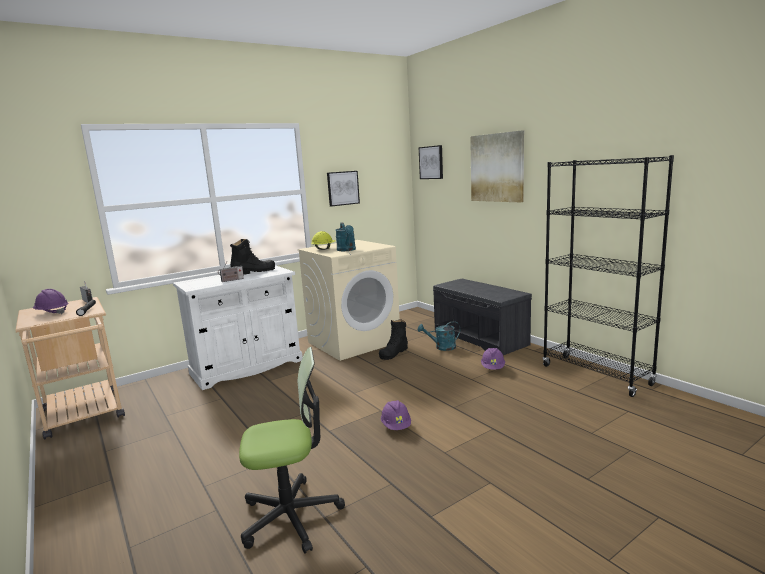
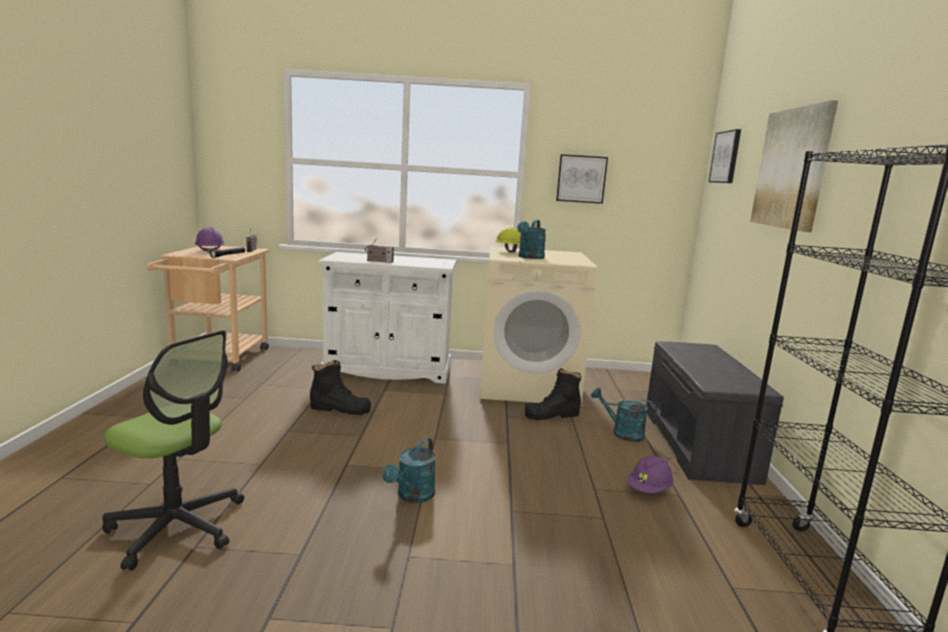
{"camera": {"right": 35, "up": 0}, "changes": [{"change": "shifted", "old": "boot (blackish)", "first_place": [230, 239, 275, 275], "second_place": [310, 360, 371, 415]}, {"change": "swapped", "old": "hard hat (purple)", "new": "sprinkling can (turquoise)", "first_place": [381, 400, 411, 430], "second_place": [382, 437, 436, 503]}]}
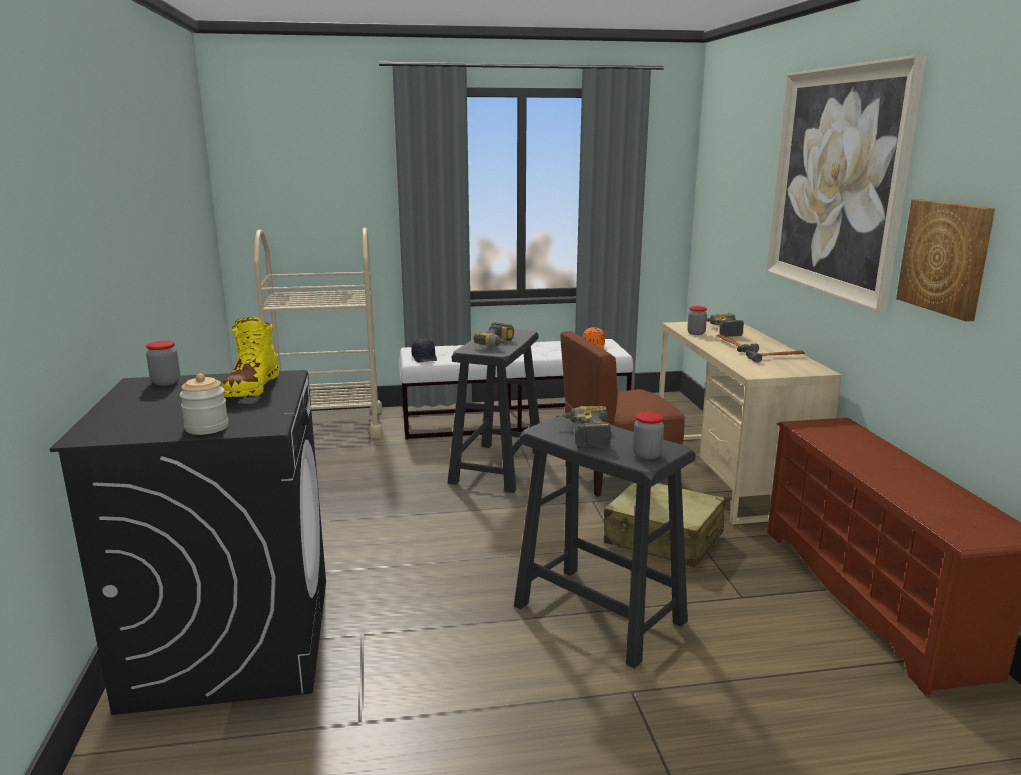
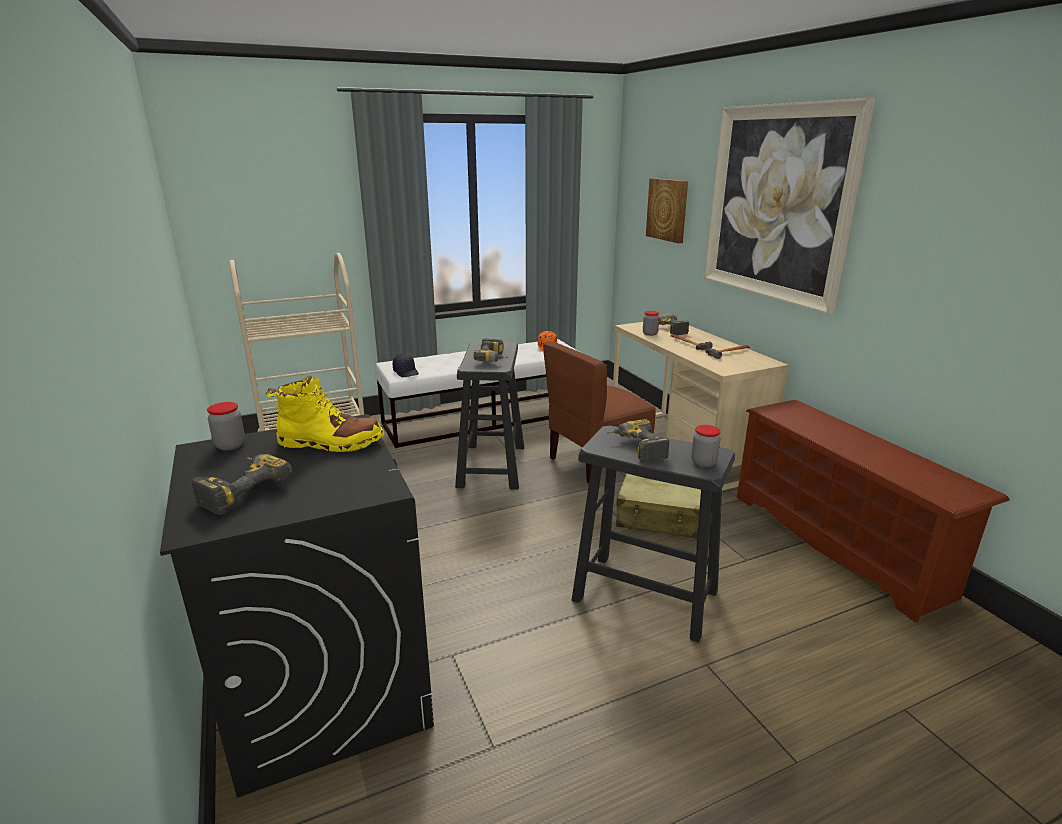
{"camera": {"right": -15, "up": 5}, "changes": [{"change": "new", "new": "drill", "second_place": [192, 454, 292, 515]}, {"change": "rotated", "old": "boot (yellowish)", "first_place": [222, 317, 279, 397], "second_place": [265, 374, 384, 452], "degrees": -75}, {"change": "shifted", "old": "wall picture", "first_place": [896, 199, 995, 321], "second_place": [646, 178, 688, 243]}, {"change": "gone", "old": "storage jar", "first_place": [179, 374, 228, 435]}]}
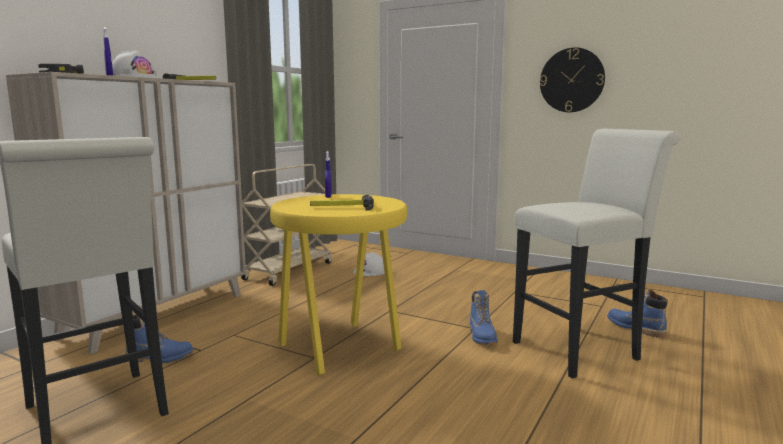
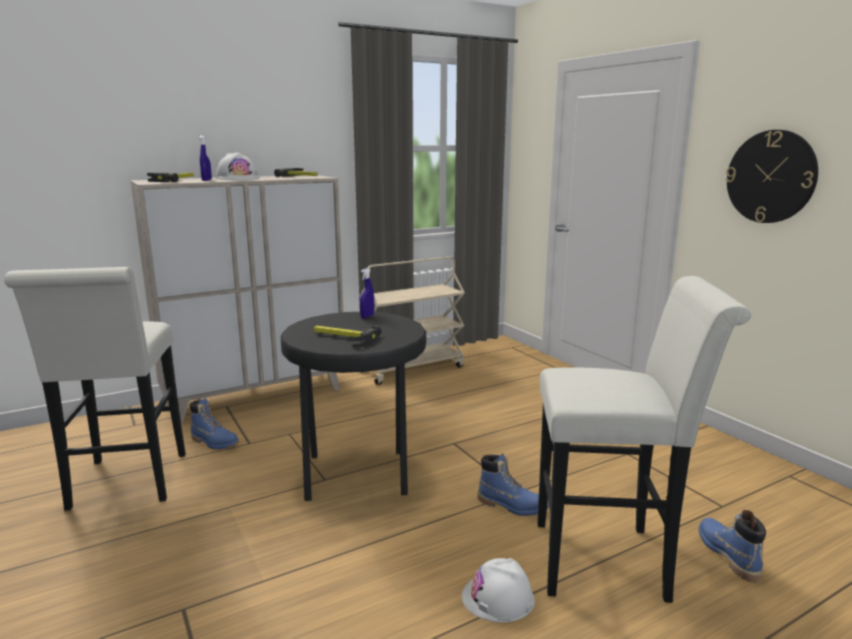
{"camera": {"right": 30, "up": 5}, "changes": [{"change": "repainted", "old": "sitting stool (yellowish)", "new": "sitting stool (blackish)", "first_place": [270, 194, 407, 376], "second_place": [281, 312, 426, 501]}, {"change": "shifted", "old": "hard hat (whitish)", "first_place": [353, 252, 385, 276], "second_place": [462, 558, 535, 622]}, {"change": "rotated", "old": "boot (blue-coloured)", "first_place": [469, 290, 498, 345], "second_place": [477, 453, 549, 516], "degrees": -90}]}
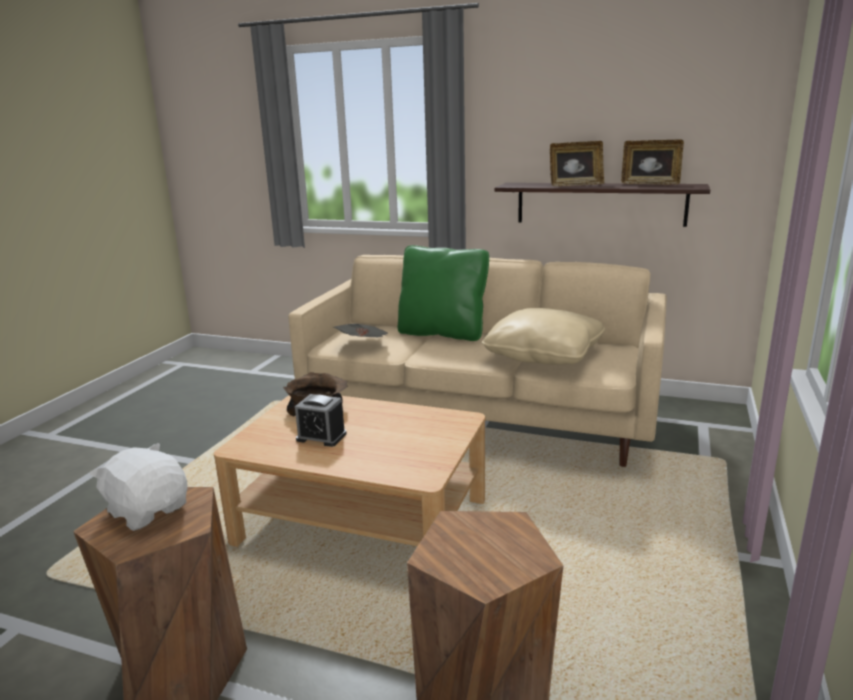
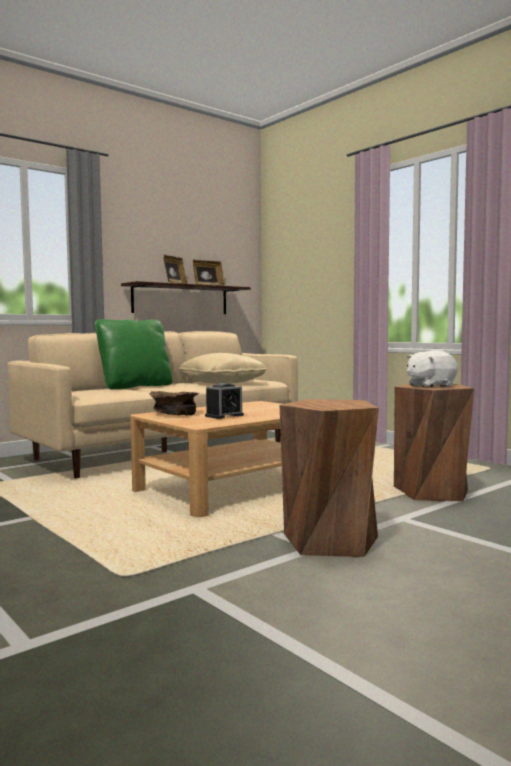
{"camera": {"right": -60, "up": -15}, "changes": [{"change": "shifted", "old": "soft toy (whitish)", "first_place": [90, 443, 188, 531], "second_place": [407, 350, 458, 388]}, {"change": "gone", "old": "newspaper", "first_place": [333, 324, 388, 337]}]}
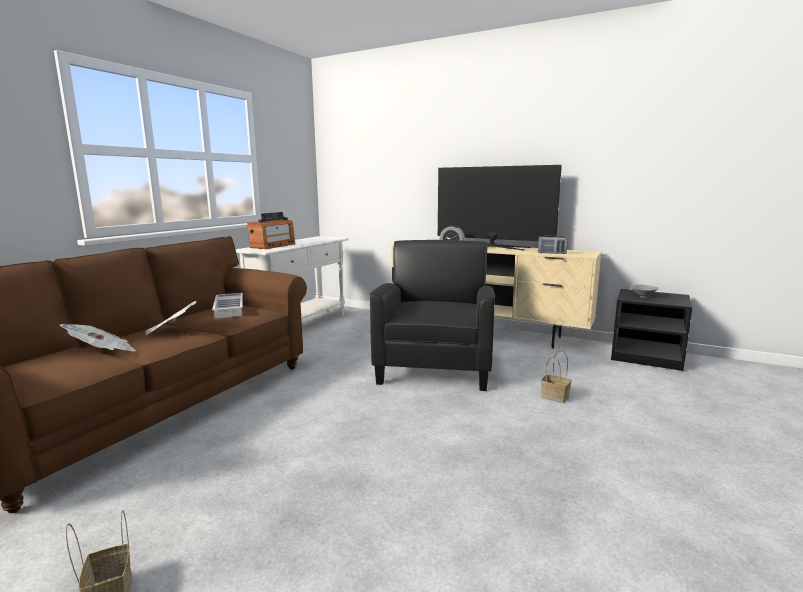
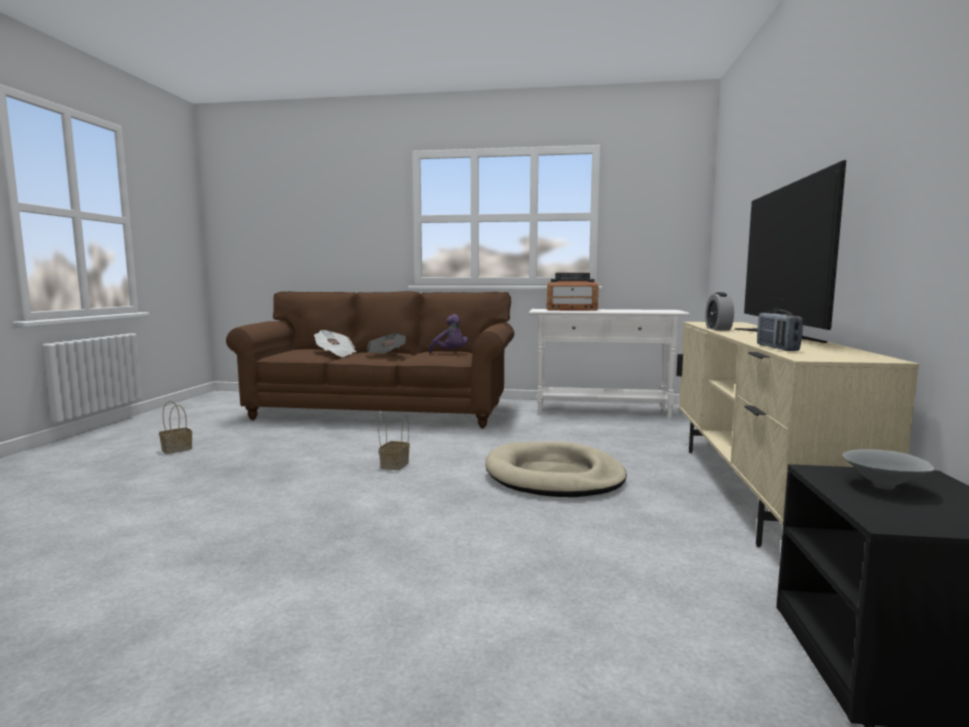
{"camera": {"right": 70, "up": -5}, "changes": [{"change": "shifted", "old": "storage basket", "first_place": [541, 350, 571, 403], "second_place": [378, 414, 410, 470]}, {"change": "swapped", "old": "carrying tray (whitish)", "new": "soft toy (purple)", "first_place": [212, 293, 243, 318], "second_place": [429, 314, 468, 353]}, {"change": "swapped", "old": "lounge chair (blackish)", "new": "pet bed (beige-coloured)", "first_place": [370, 240, 495, 391], "second_place": [485, 441, 627, 497]}]}
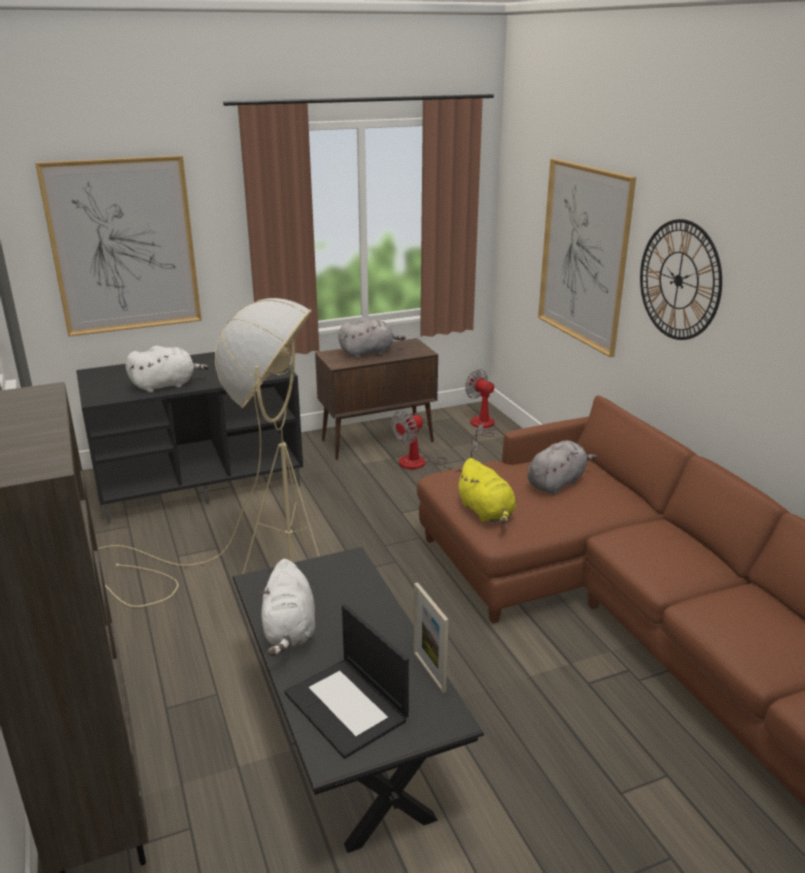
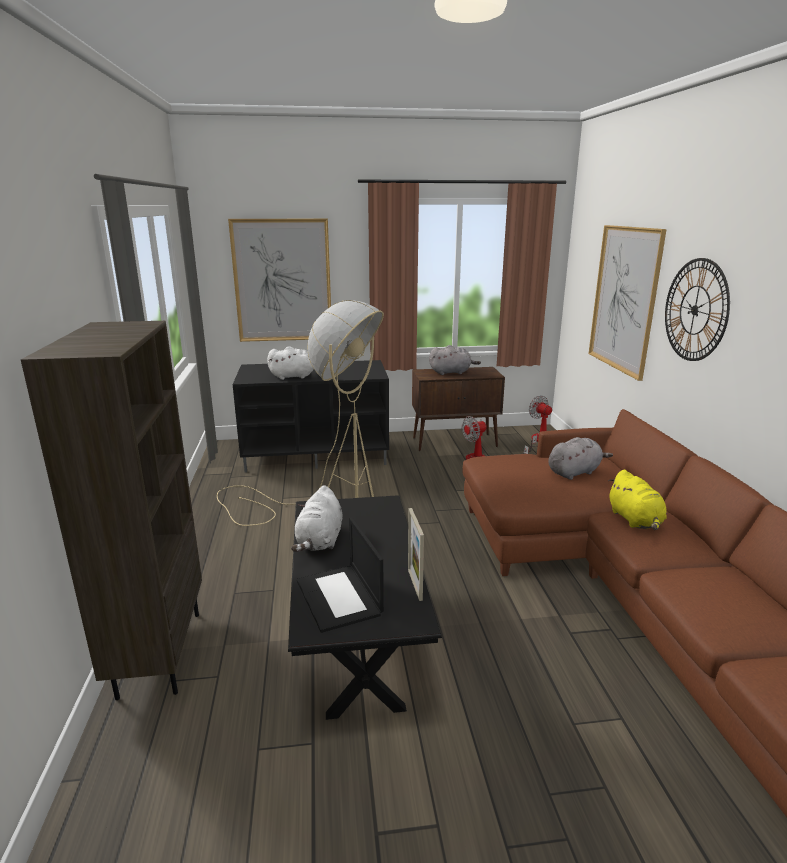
{"camera": {"right": 15, "up": -5}, "changes": [{"change": "shifted", "old": "soft toy (yellowish)", "first_place": [455, 458, 516, 524], "second_place": [608, 470, 667, 530]}]}
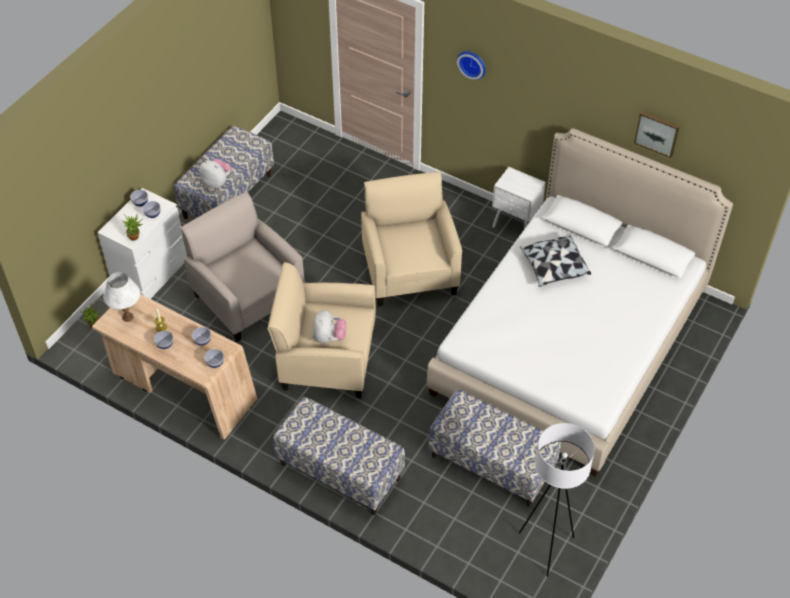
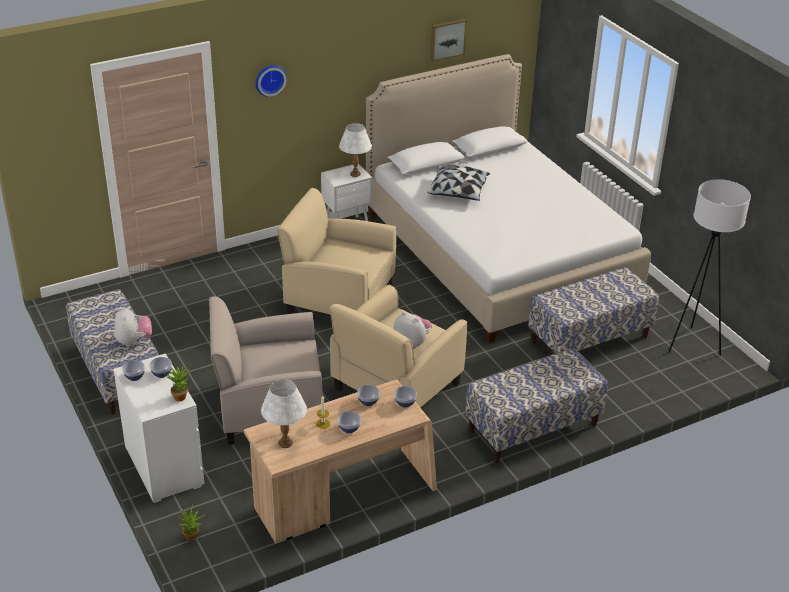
{"camera": {"right": -60, "up": -15}, "changes": [{"change": "rotated", "old": "soft toy", "first_place": [199, 159, 231, 188], "second_place": [114, 307, 152, 346], "degrees": 105}, {"change": "new", "new": "lamp for a table (whitish)", "second_place": [339, 123, 372, 177]}]}
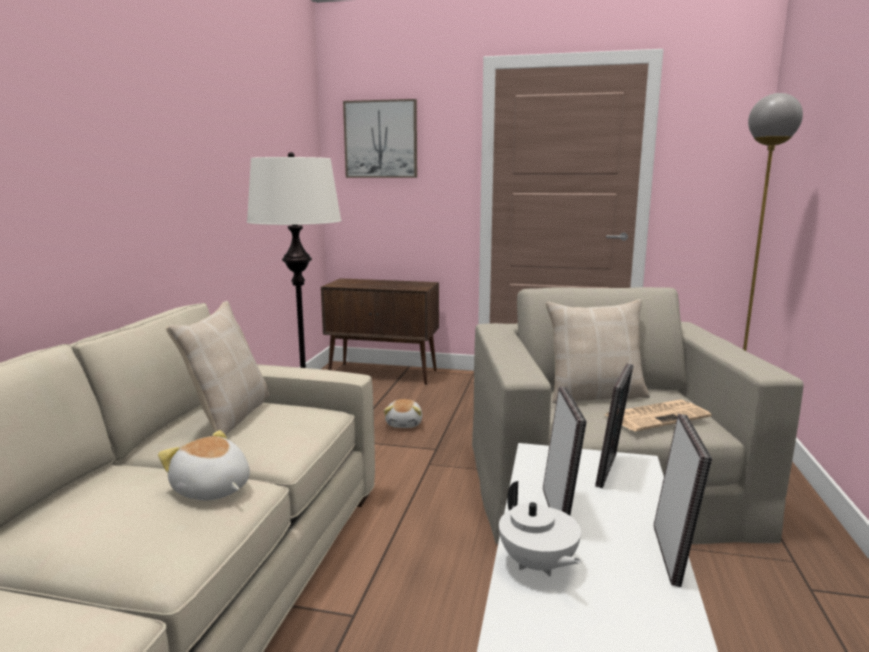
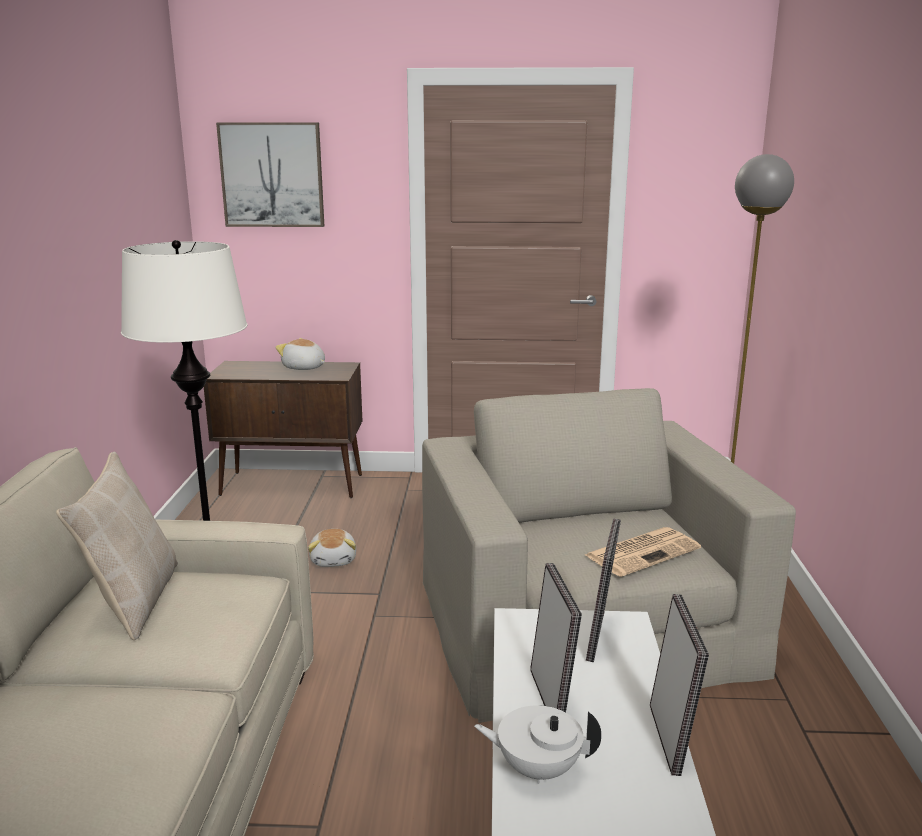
{"camera": {"right": -10, "up": 5}, "changes": [{"change": "shifted", "old": "soft toy", "first_place": [158, 430, 250, 500], "second_place": [275, 338, 325, 370]}, {"change": "rotated", "old": "teapot (whitish)", "first_place": [499, 481, 581, 577], "second_place": [474, 705, 601, 784], "degrees": 135}, {"change": "gone", "old": "cushion (beige-coloured)", "first_place": [546, 299, 650, 403]}]}
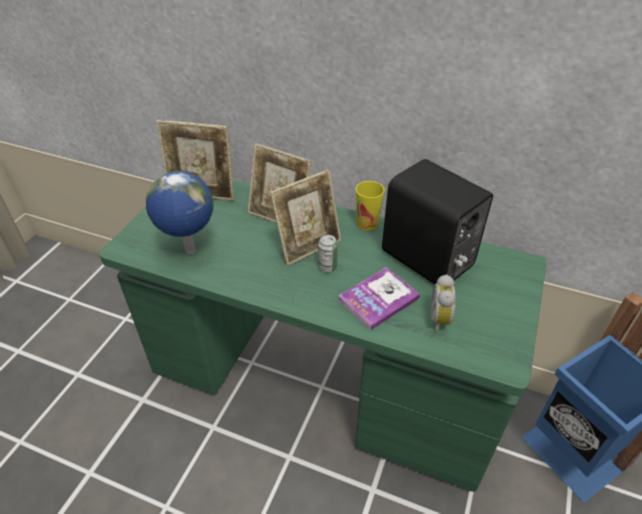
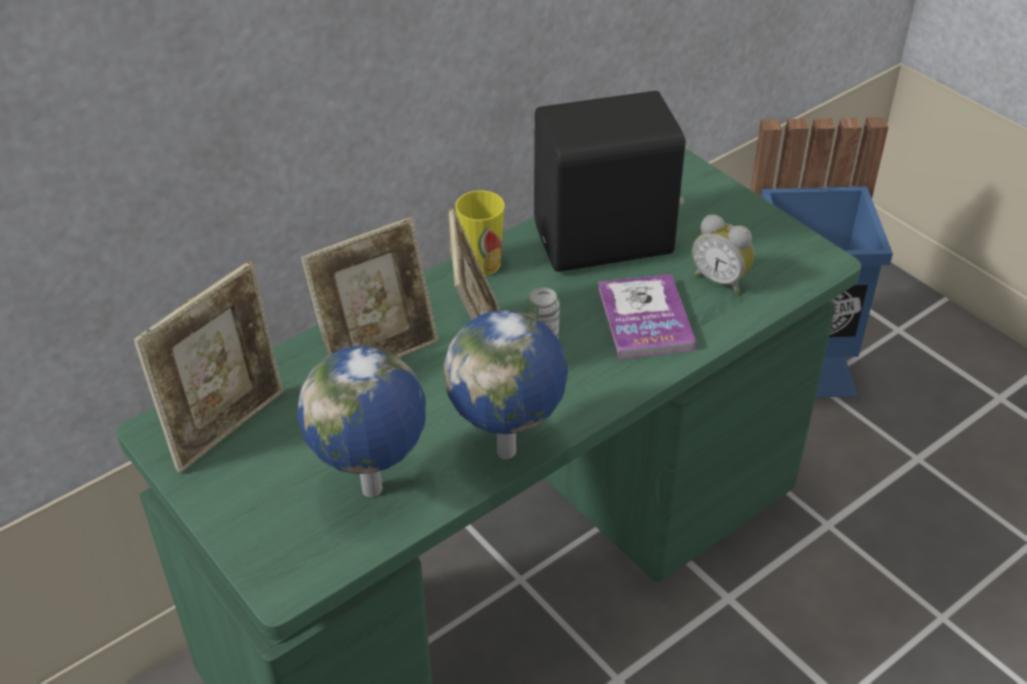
{"camera": {"right": -60, "up": 0}, "changes": [{"change": "new", "new": "globe", "second_place": [443, 310, 568, 459]}]}
